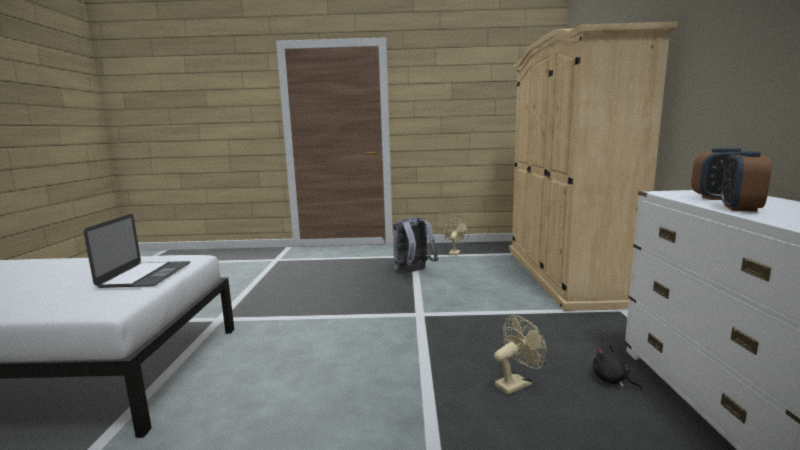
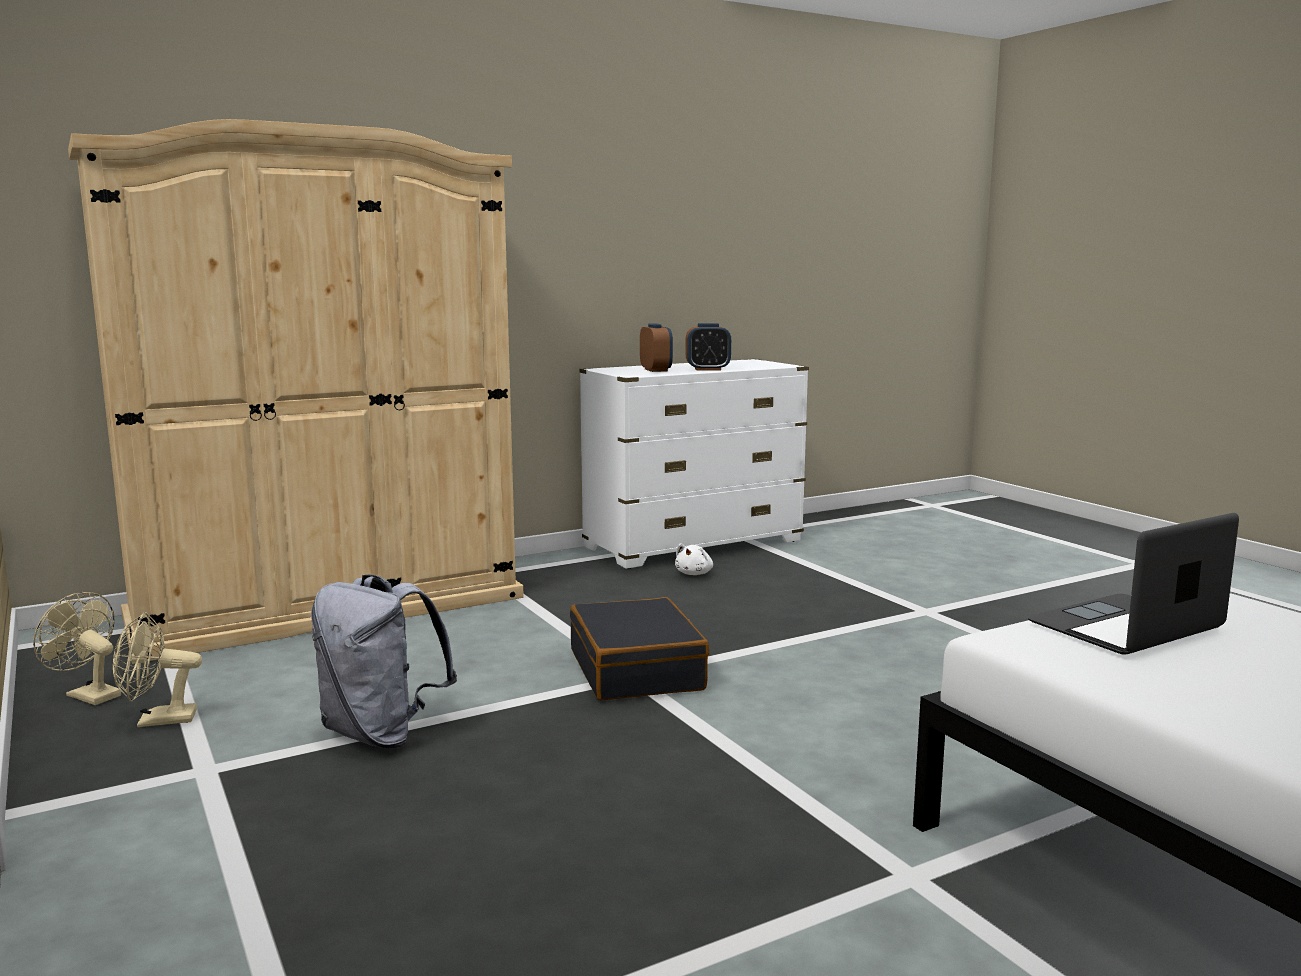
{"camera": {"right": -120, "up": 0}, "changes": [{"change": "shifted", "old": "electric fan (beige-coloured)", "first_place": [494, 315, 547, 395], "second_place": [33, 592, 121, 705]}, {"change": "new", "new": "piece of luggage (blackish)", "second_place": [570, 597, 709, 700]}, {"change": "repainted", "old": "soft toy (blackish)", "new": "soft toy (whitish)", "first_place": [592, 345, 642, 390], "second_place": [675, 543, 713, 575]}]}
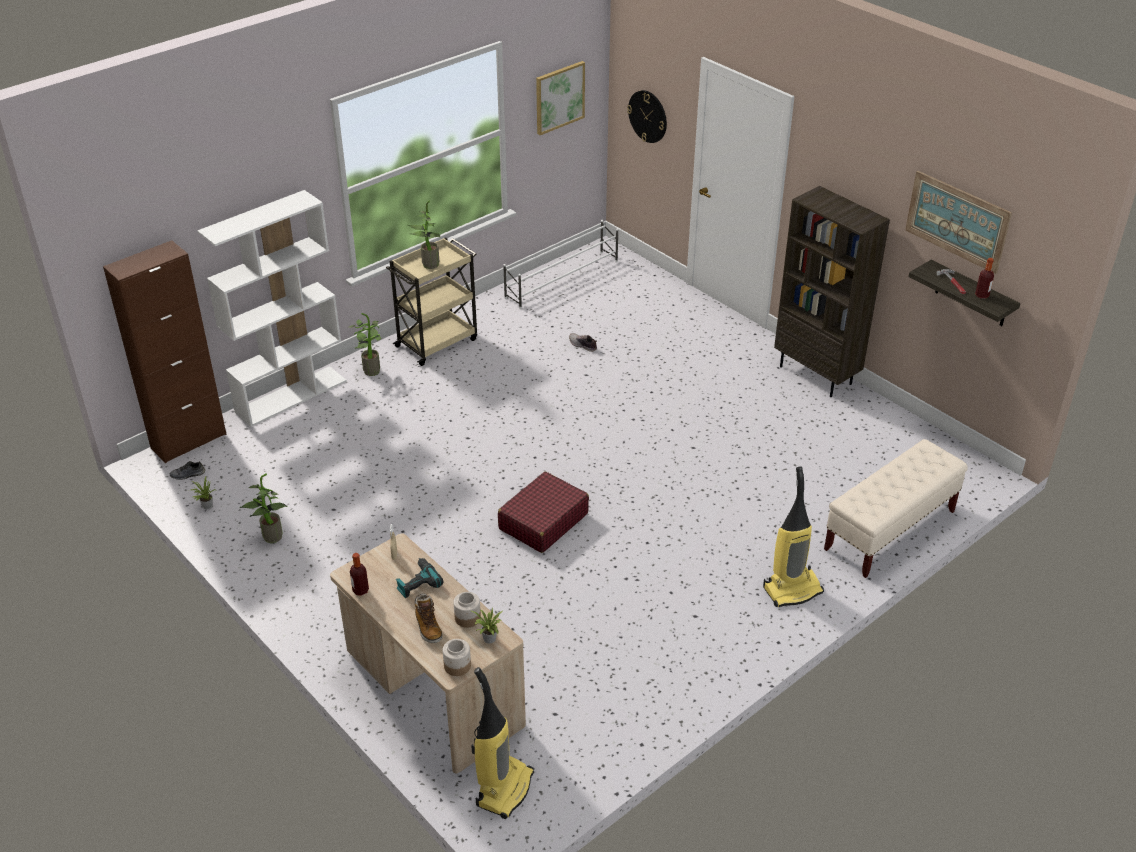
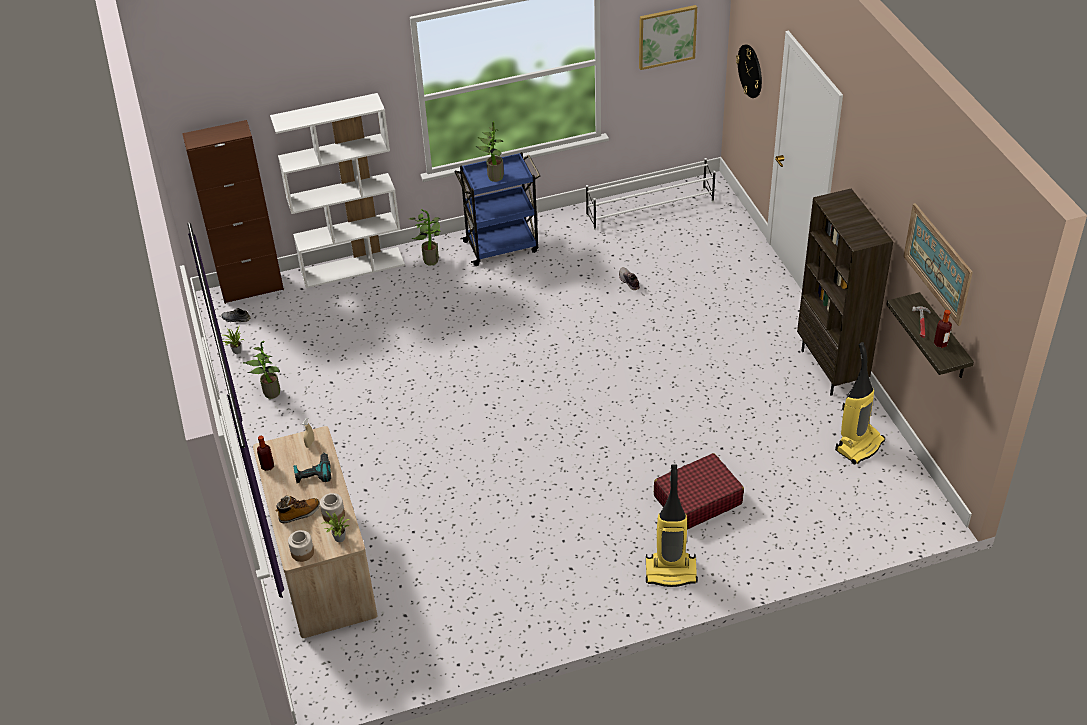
{"camera": {"right": 25, "up": 5}, "changes": [{"change": "rotated", "old": "boot", "first_place": [415, 594, 443, 643], "second_place": [276, 495, 320, 523], "degrees": -120}, {"change": "repainted", "old": "cart (beige-coloured)", "new": "cart (blue-coloured)", "first_place": [386, 237, 477, 366], "second_place": [455, 152, 540, 266]}, {"change": "shifted", "old": "piece of luggage (reddish)", "first_place": [498, 472, 589, 553], "second_place": [654, 453, 744, 529]}, {"change": "shifted", "old": "vacuum cleaner", "first_place": [471, 667, 534, 819], "second_place": [835, 342, 885, 464]}, {"change": "gone", "old": "indoor bench (beige-coloured)", "first_place": [824, 439, 968, 578]}]}
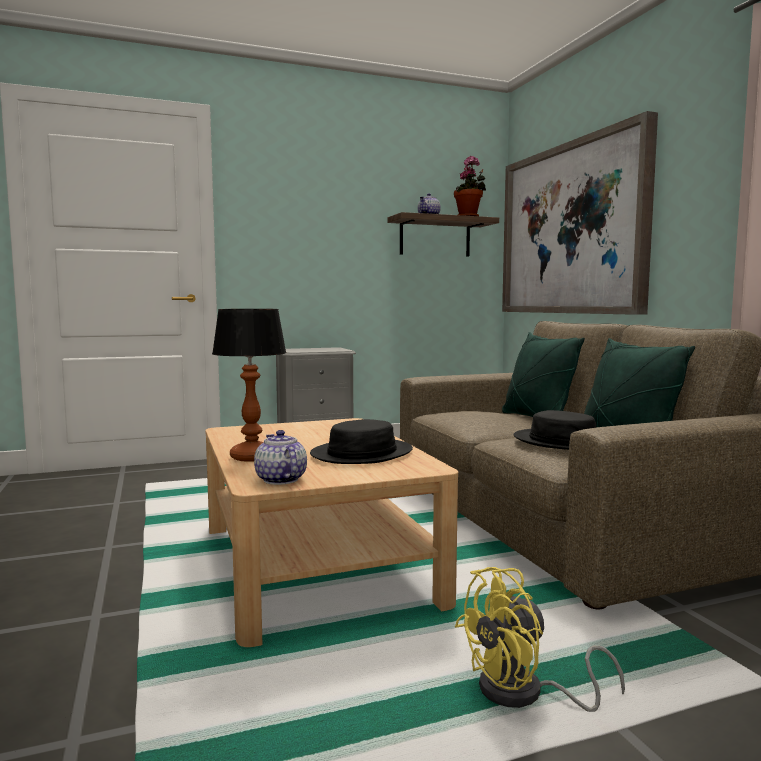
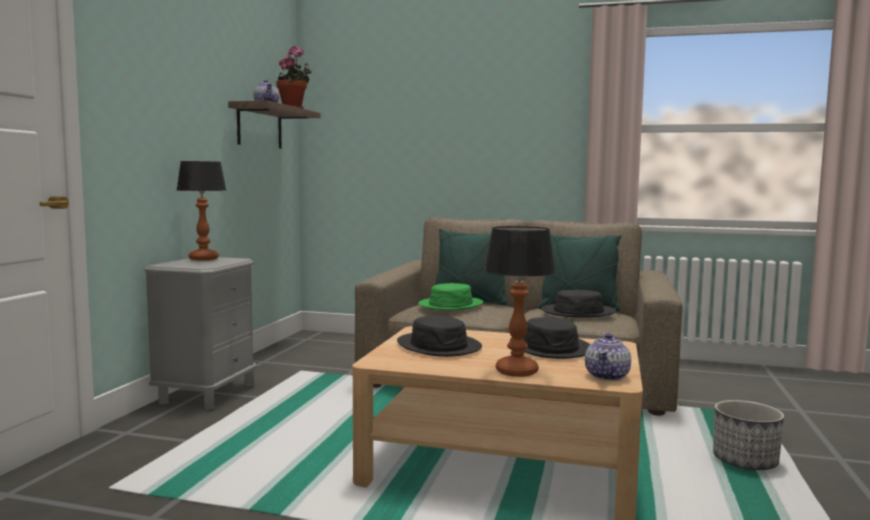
{"camera": {"right": -55, "up": 0}, "changes": [{"change": "new", "new": "lamp for a table", "second_place": [177, 161, 227, 260]}, {"change": "new", "new": "wearable hat (blackish)", "second_place": [397, 315, 482, 357]}, {"change": "new", "new": "wearable hat (green-coloured)", "second_place": [418, 283, 483, 310]}, {"change": "rotated", "old": "teapot", "first_place": [254, 430, 307, 485], "second_place": [585, 333, 631, 381], "degrees": -75}, {"change": "swapped", "old": "electric fan (yellowish)", "new": "plant pot", "first_place": [455, 567, 625, 712], "second_place": [713, 400, 784, 470]}, {"change": "gone", "old": "wall picture", "first_place": [502, 111, 658, 315]}]}
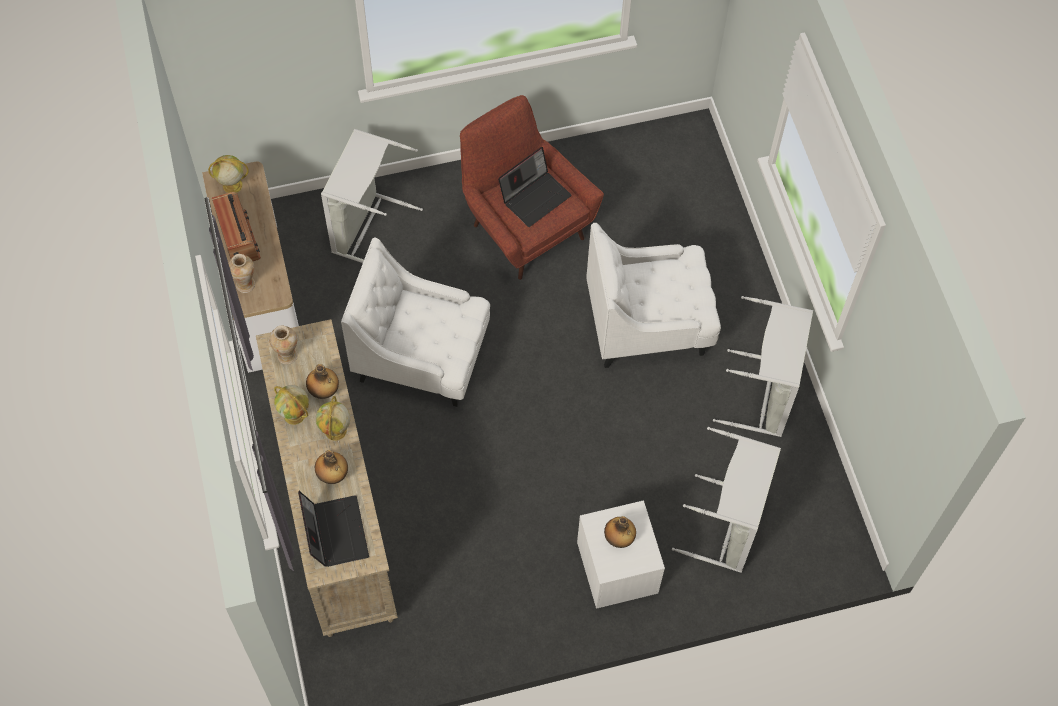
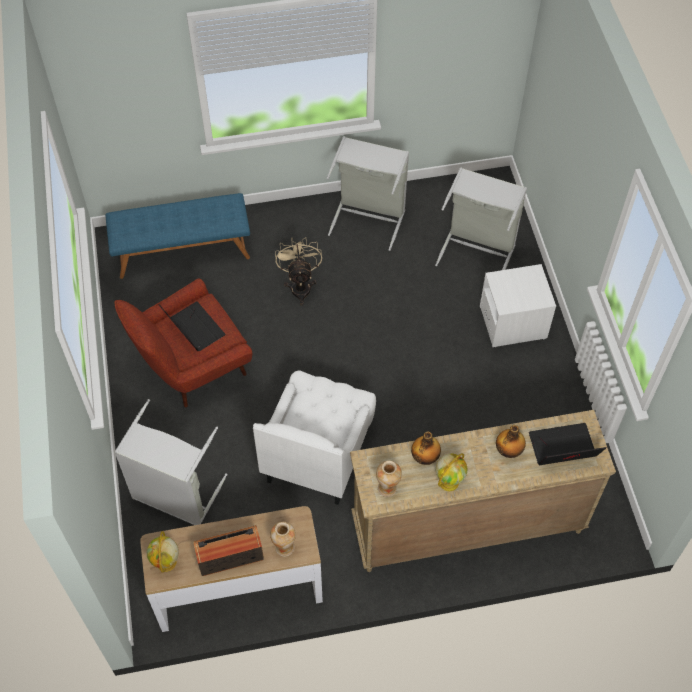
{"camera": {"right": -85, "up": -5}, "changes": [{"change": "new", "new": "indoor bench (blue-coloured)", "second_place": [105, 193, 250, 279]}, {"change": "swapped", "old": "lounge chair (whitish)", "new": "electric fan (beige-coloured)", "first_place": [586, 223, 721, 368], "second_place": [275, 237, 322, 306]}, {"change": "gone", "old": "globe", "first_place": [316, 396, 350, 441]}, {"change": "gone", "old": "drink bottle", "first_place": [604, 516, 636, 548]}]}
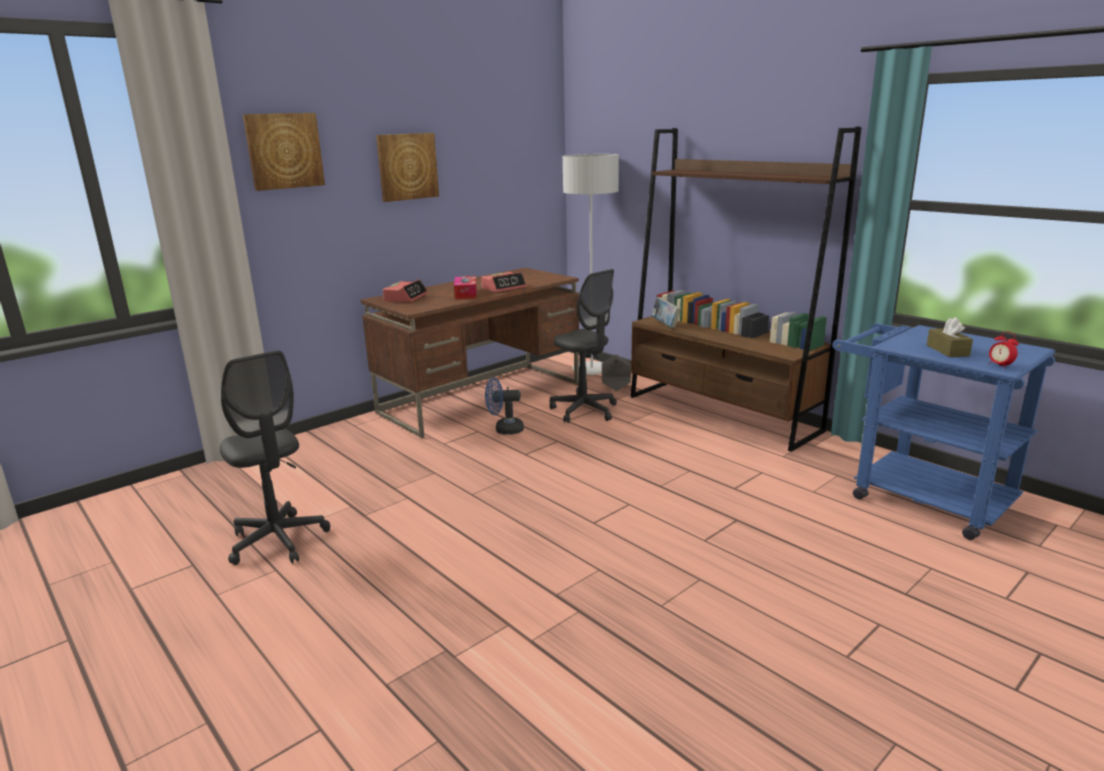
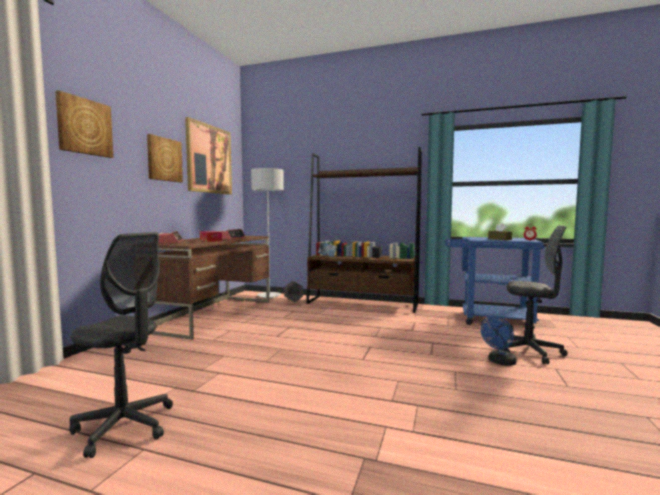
{"camera": {"right": -30, "up": -15}, "changes": [{"change": "new", "new": "wall picture", "second_place": [185, 117, 232, 195]}, {"change": "shifted", "old": "electric fan (blue-coloured)", "first_place": [485, 378, 524, 435], "second_place": [481, 315, 517, 366]}, {"change": "shifted", "old": "desk chair (grey)", "first_place": [549, 269, 617, 423], "second_place": [507, 225, 568, 364]}]}
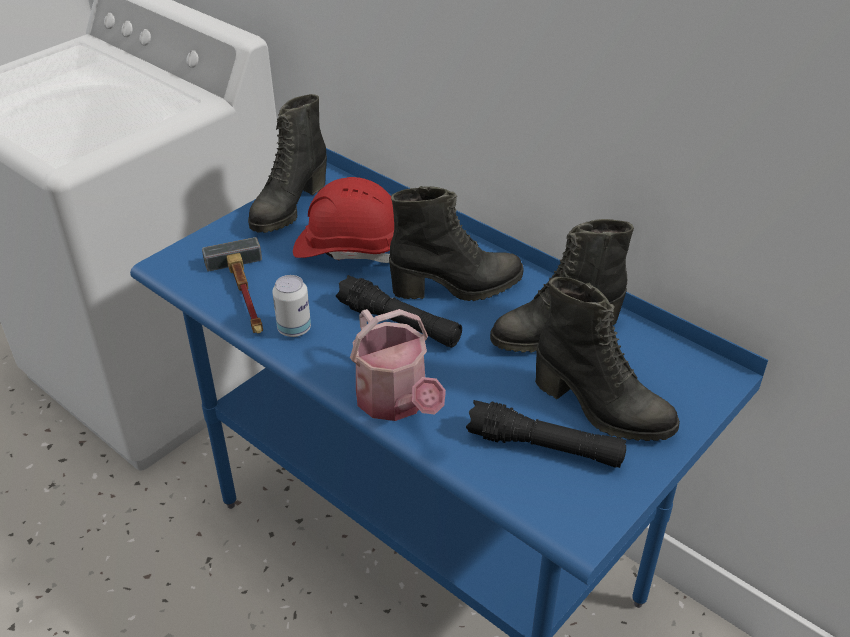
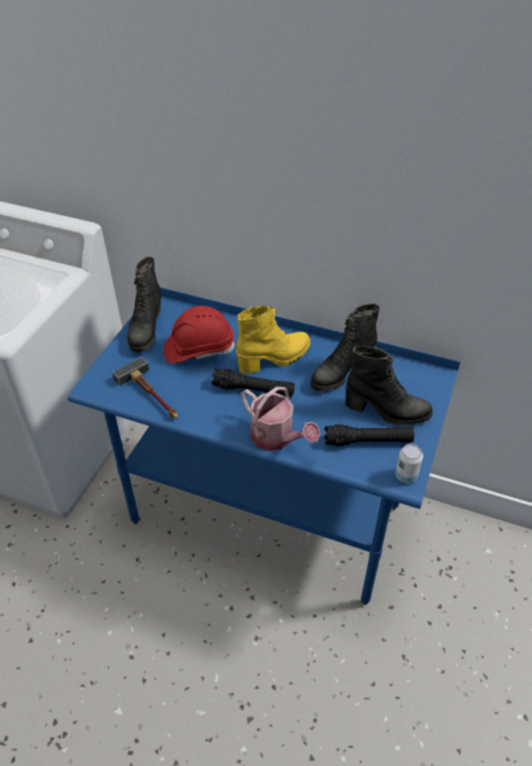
{"camera": {"right": -20, "up": 5}, "changes": [{"change": "repainted", "old": "boot (blackish)", "new": "boot (yellowish)", "first_place": [389, 186, 524, 301], "second_place": [236, 306, 310, 374]}, {"change": "shifted", "old": "metal can", "first_place": [272, 275, 311, 337], "second_place": [395, 444, 423, 483]}]}
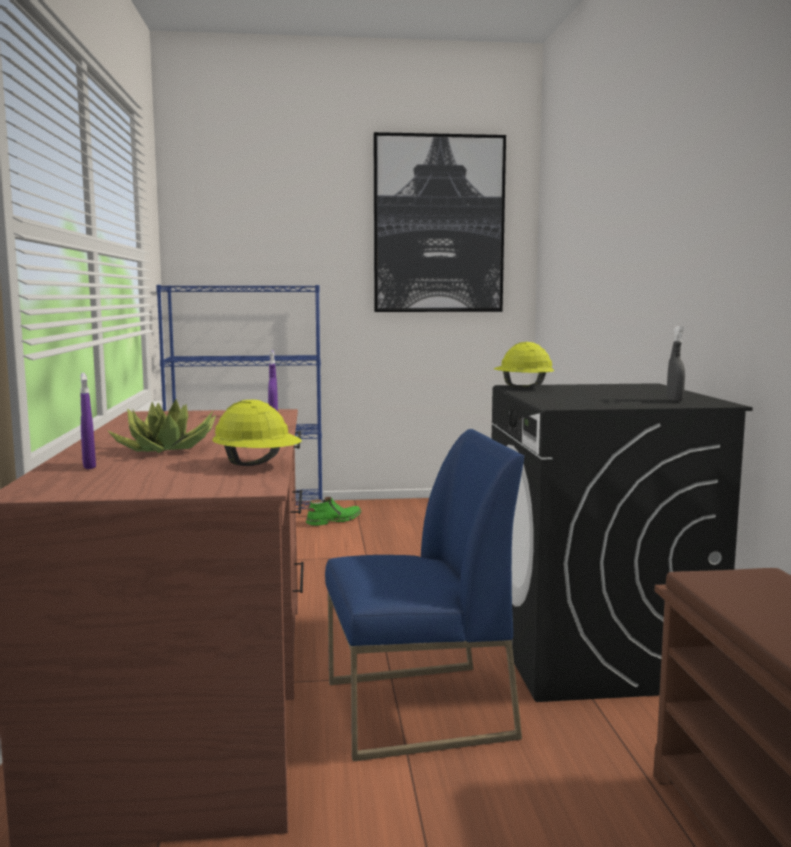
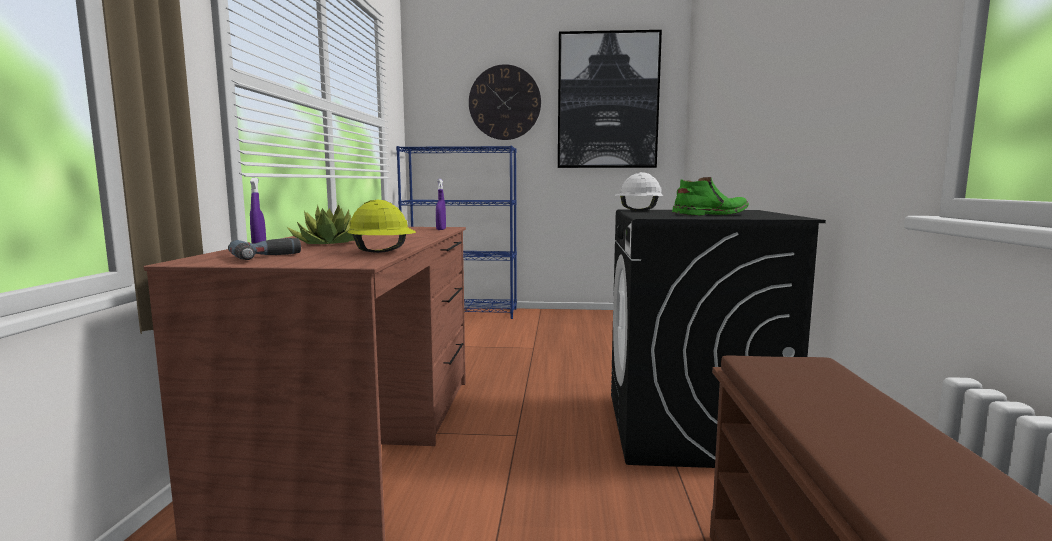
{"camera": {"right": 10, "up": 0}, "changes": [{"change": "new", "new": "drill", "second_place": [228, 238, 301, 260]}, {"change": "new", "new": "wall clock", "second_place": [469, 64, 541, 140]}, {"change": "repainted", "old": "hard hat (yellowish)", "new": "hard hat (whitish)", "first_place": [494, 342, 554, 388], "second_place": [616, 172, 663, 211]}, {"change": "shifted", "old": "boot (green-coloured)", "first_place": [306, 497, 361, 526], "second_place": [672, 177, 749, 216]}, {"change": "gone", "old": "plain chair (blue-coloured)", "first_place": [325, 429, 524, 761]}, {"change": "gone", "old": "spray bottle (grey)", "first_place": [667, 326, 685, 401]}]}
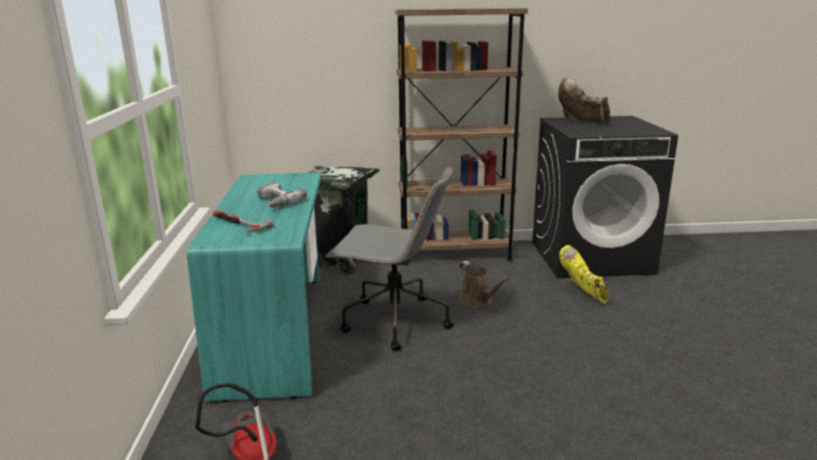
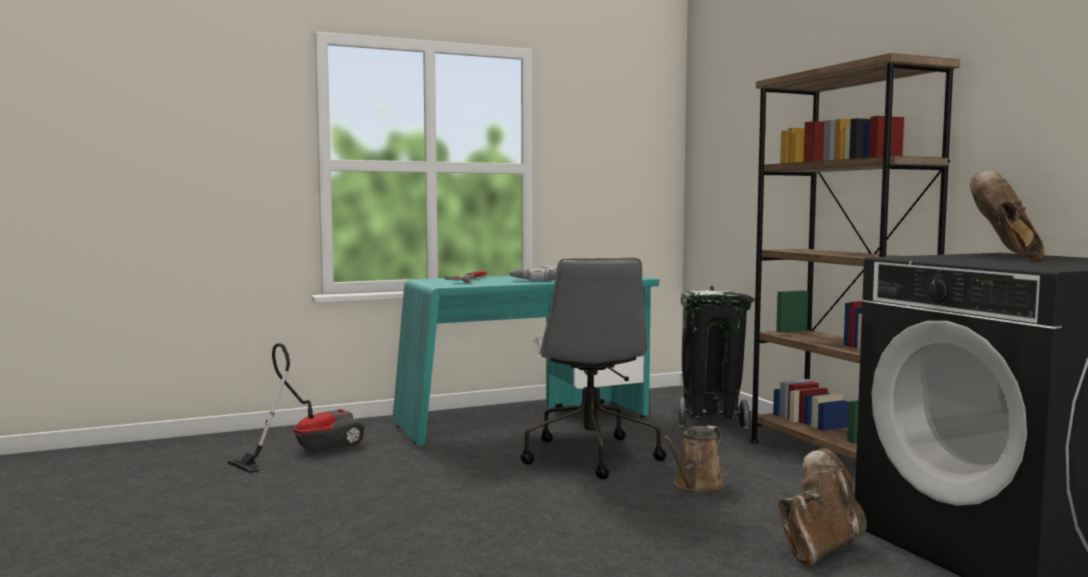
{"camera": {"right": 70, "up": -15}, "changes": [{"change": "repainted", "old": "boot (yellowish)", "new": "boot (brown-coloured)", "first_place": [559, 245, 610, 304], "second_place": [778, 448, 867, 565]}]}
